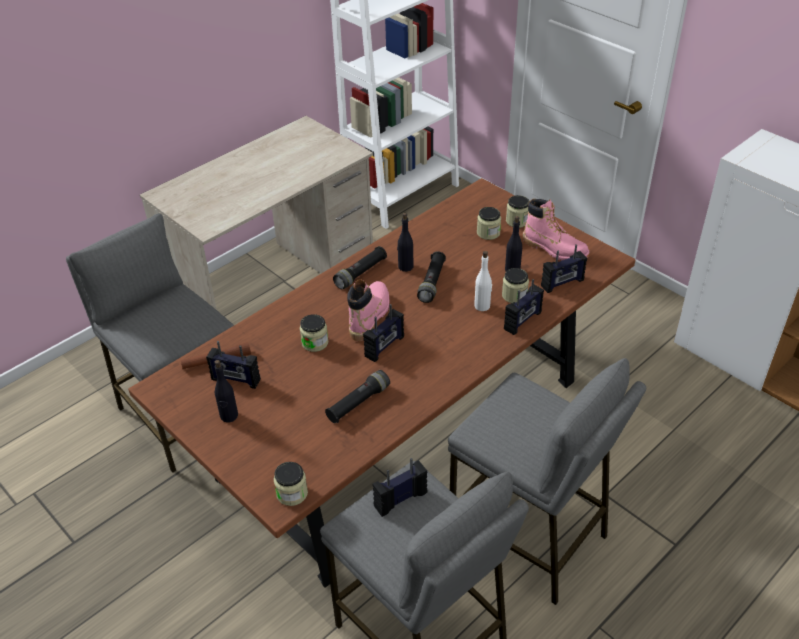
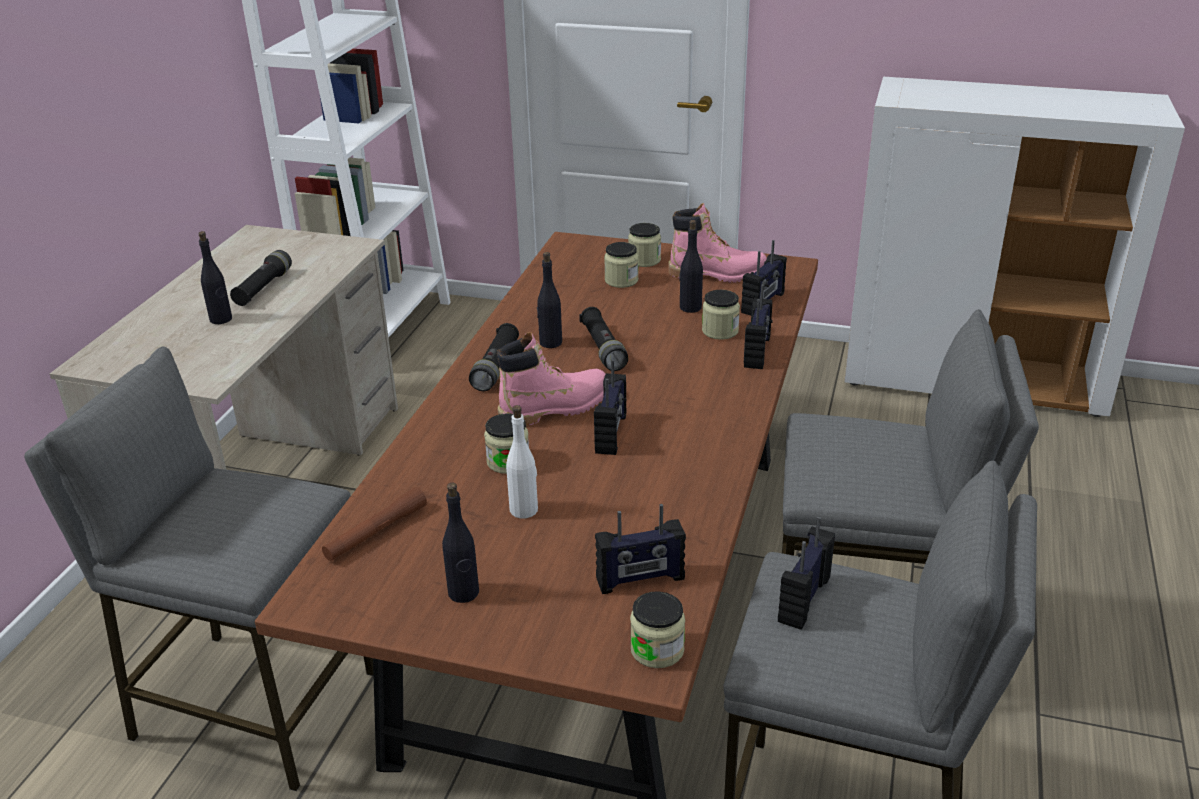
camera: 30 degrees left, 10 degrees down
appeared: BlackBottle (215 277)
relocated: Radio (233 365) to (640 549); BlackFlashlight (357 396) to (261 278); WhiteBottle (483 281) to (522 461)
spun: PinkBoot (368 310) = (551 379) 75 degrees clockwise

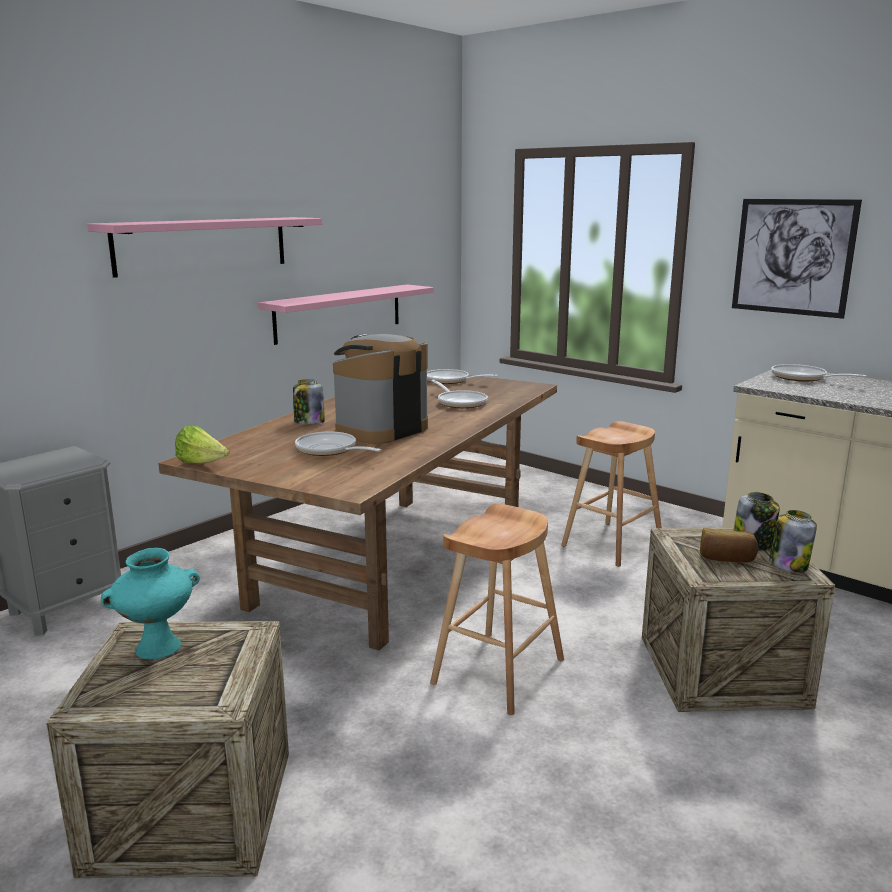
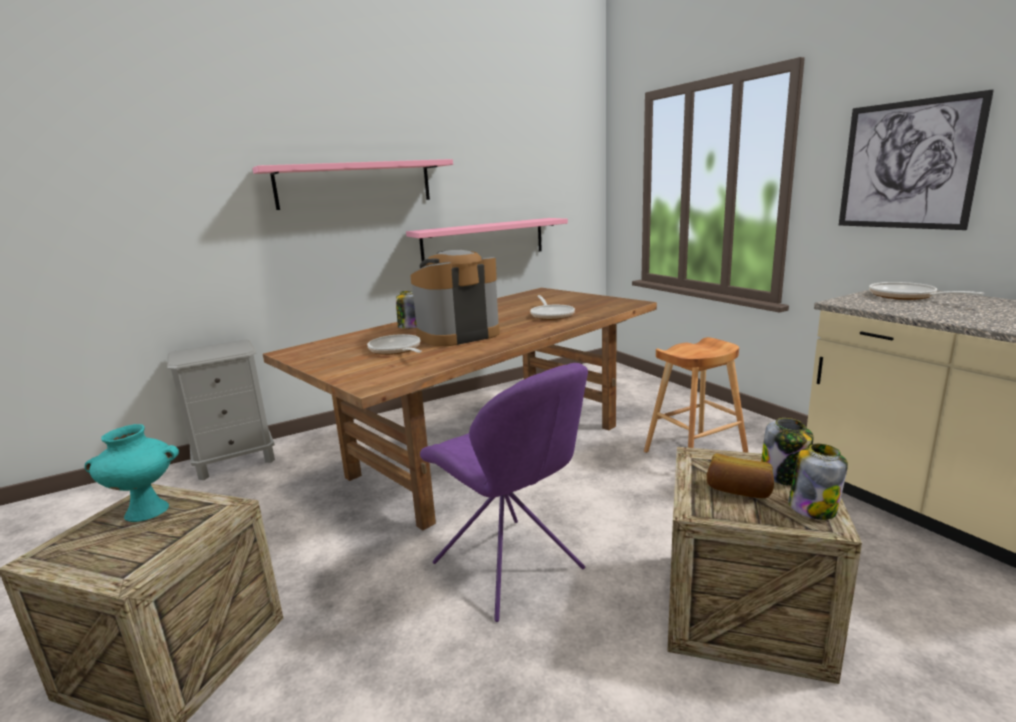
camera: 20 degrees right, 0 degrees up
missing: Lettuce (202 445); FryingPan (463 376)
exchanged: BrownStool (497 609) to PurpleChair (504 492)

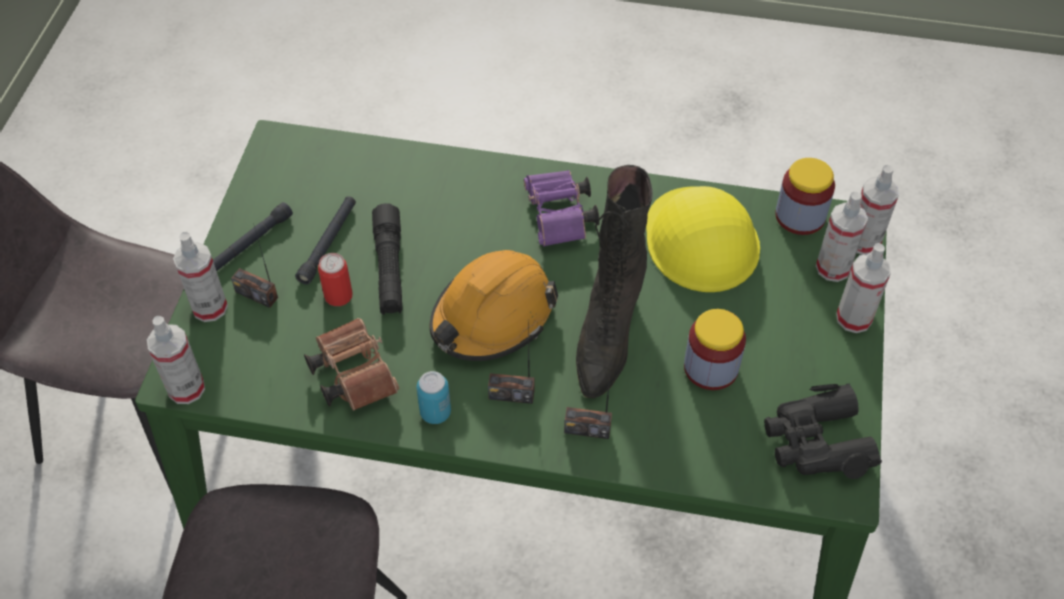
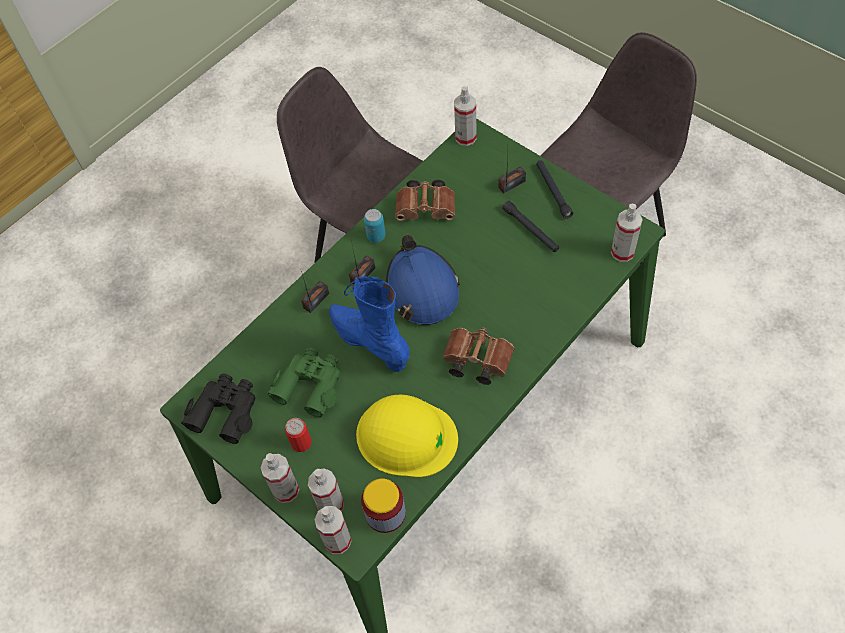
camera: 125 degrees right, 5 degrees up
missing: BlackFlashlight (387 259)
relocated: SprayBottle (200 277) to (627 233); Can (335 279) to (298 435)
exchanged: Jar (715 349) to GreenBinoculars (303 382)
colour: OrangeHardHat (493 305) to BlueHardHat (423 280); PurpleBinoculars (562 208) to BrownBinoculars (479 356); BlackBoot (614 281) to BlueBoot (369 324)

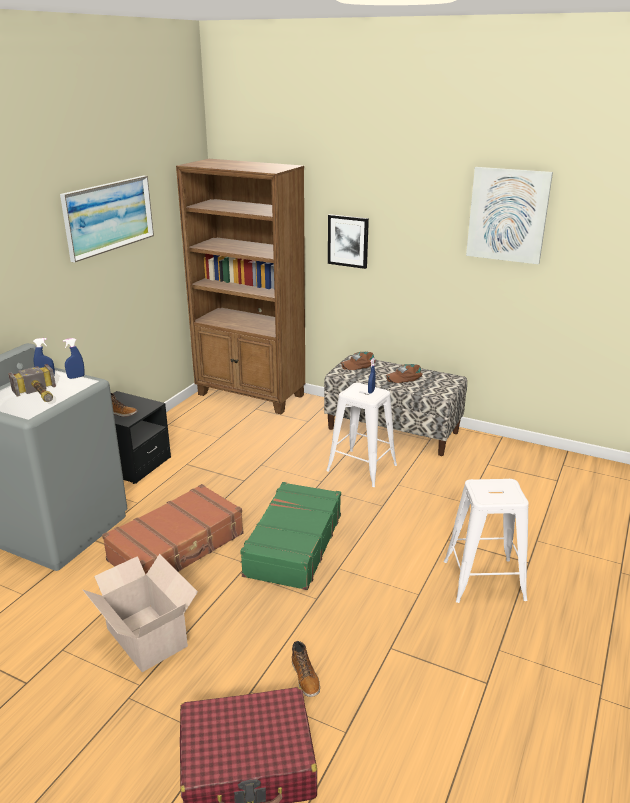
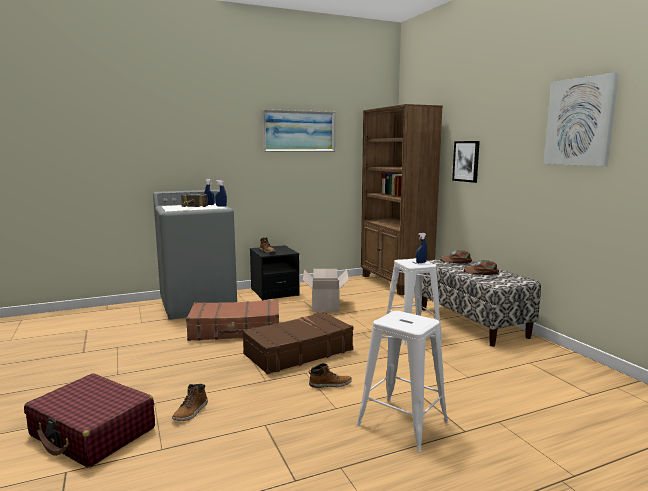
camera: 40 degrees right, 15 degrees down
appeared: Boot (330 375)
relocated: CardboardBox (140 613) to (326 290)
colour: GreenSuitcase (290 536) to BrownSuitcase (298 343)

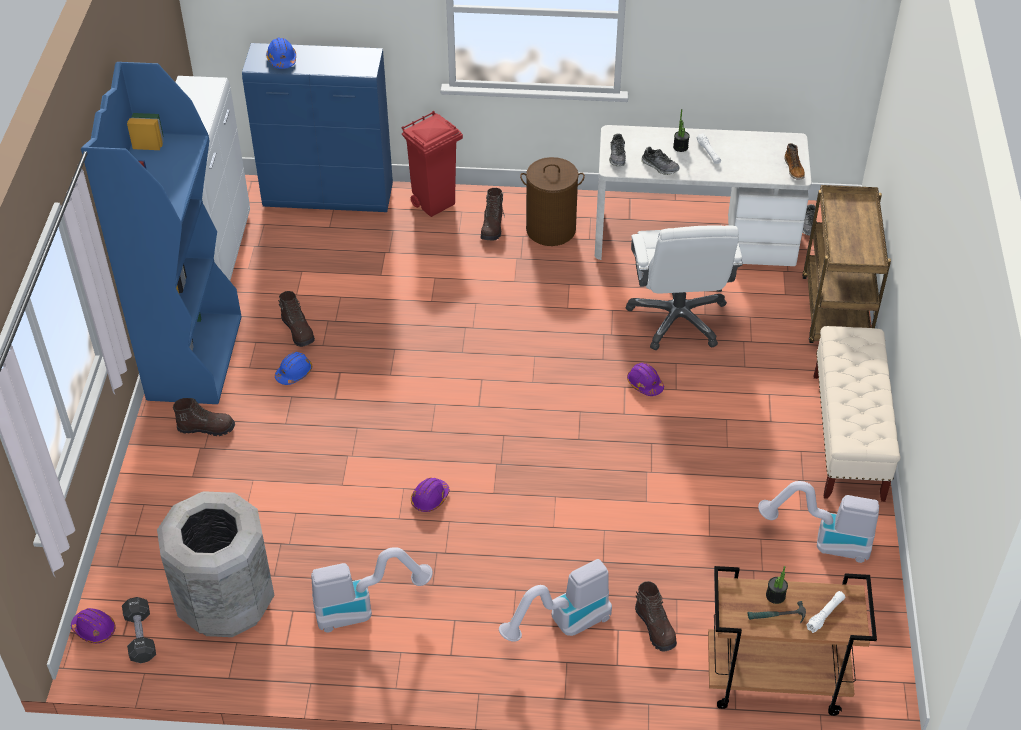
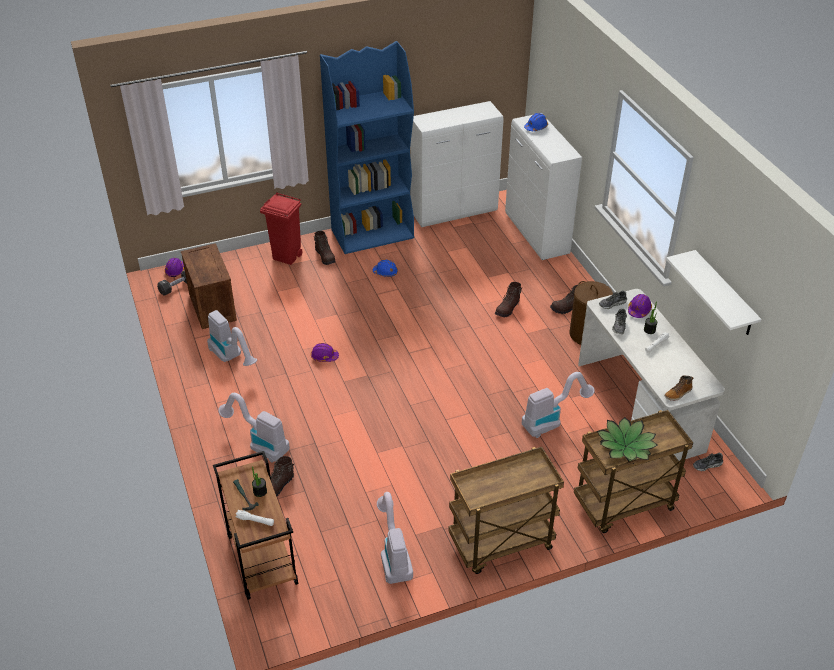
camera: 65 degrees right, 5 degrees down
appeared: PottedPlant (627 440); WhiteShelf (713 292)
relocated: BrownBoot (296 319) to (508 299); RedTrashCan (432 164) to (281 228); PurpleHardHat (645 379) to (640 306)
exchanged: GreyTrashCan (216 564) to Crate (209 286); WhiteOfficeChair (684 287) to VacuumCleaner (558 405); BeigeBench (857 414) to BrownCart (506 510)
colour: BlueCabinet (317 127) to WhiteCabinet (543 186)

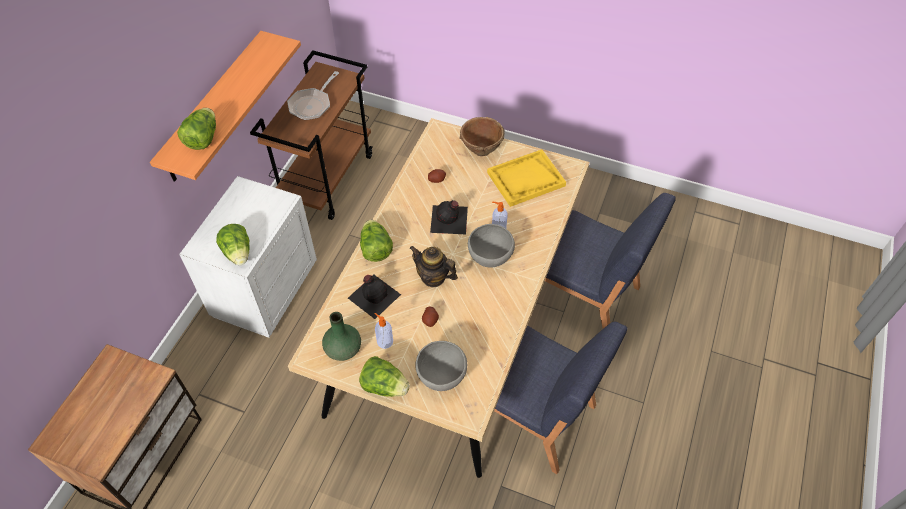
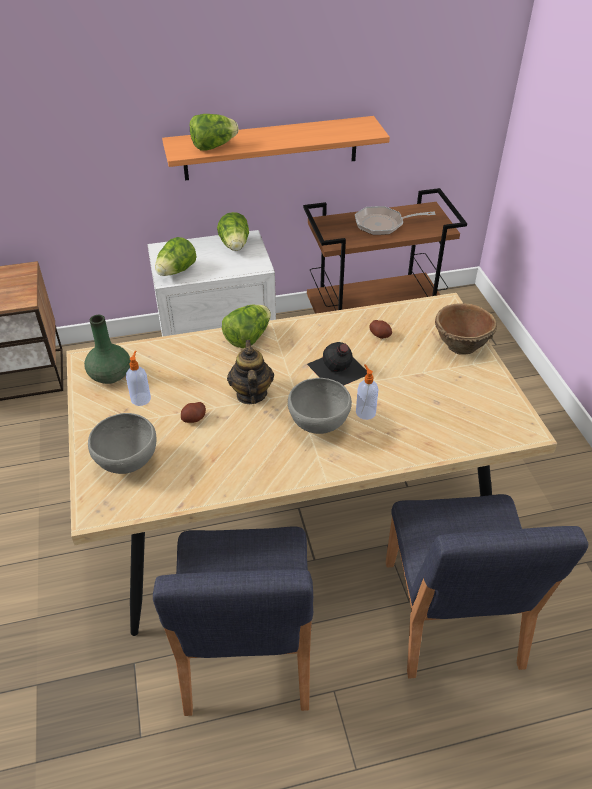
camera: 55 degrees right, 10 degrees down
missing: BlackBottle (374 297); YellowTray (526 178)
relocated: Lettuce (384 376) to (233 231)

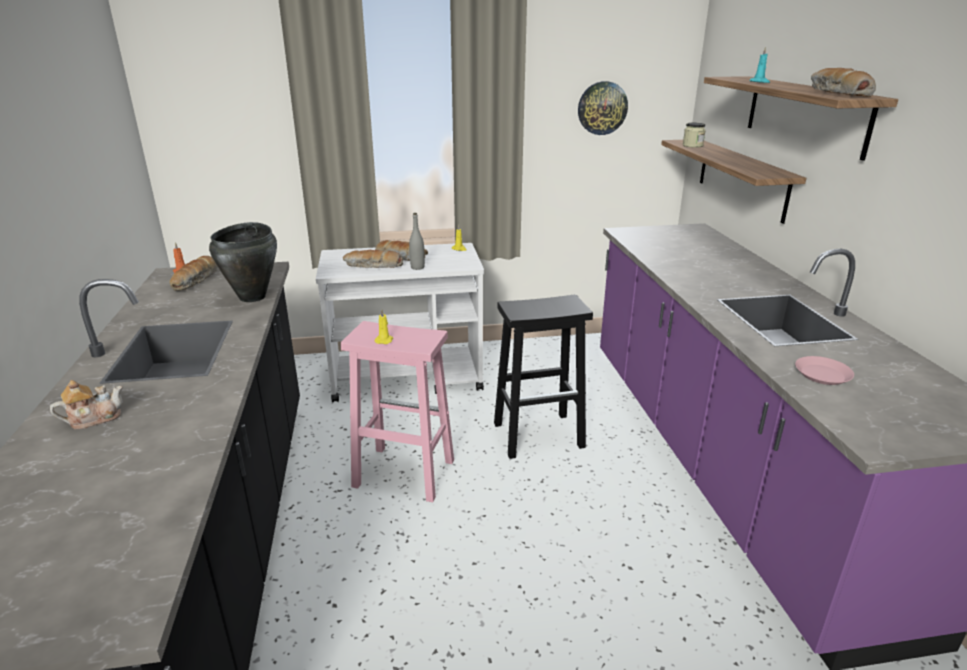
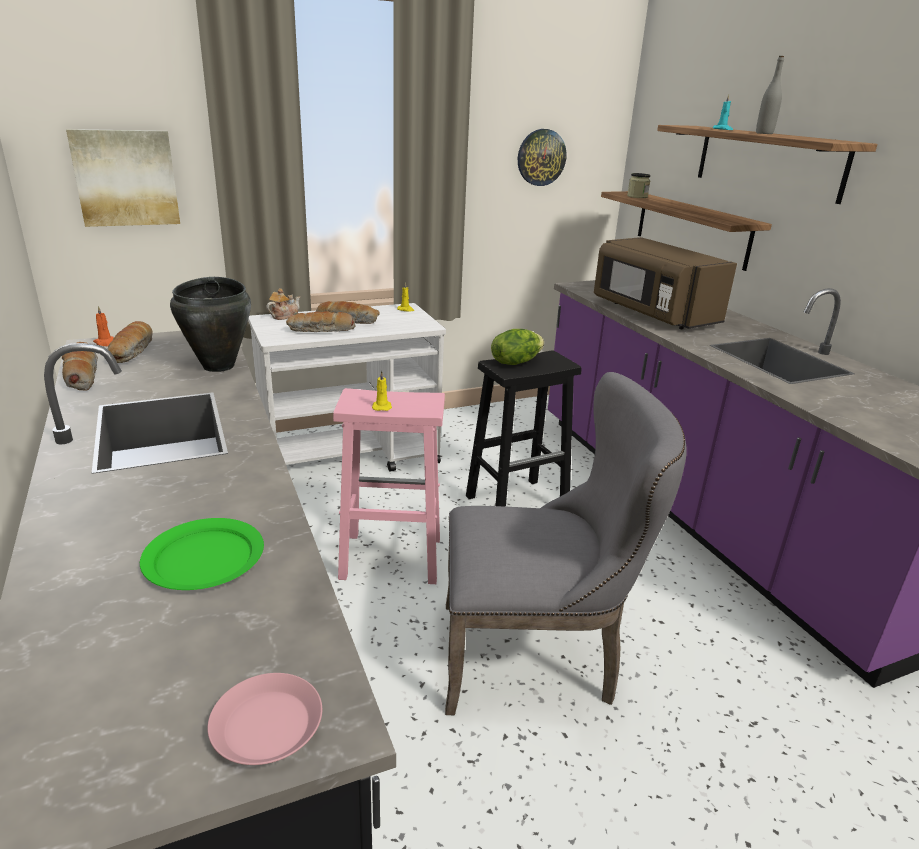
camera: 15 degrees left, 0 degrees up
appeared: Picture (123 178); GreenPlate (202 554); GreyChair (566 543); Lettuce (517 347); BrownMicrowave (665 283)
relocated: Teapot (86 405) to (283 304); GreyBottle (417 241) to (770 95); PinkPlate (824 370) to (264 719); Bread (843 82) to (80 366)

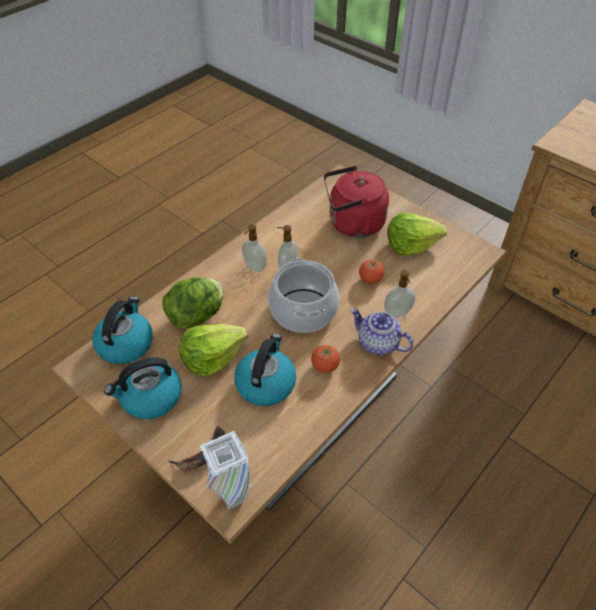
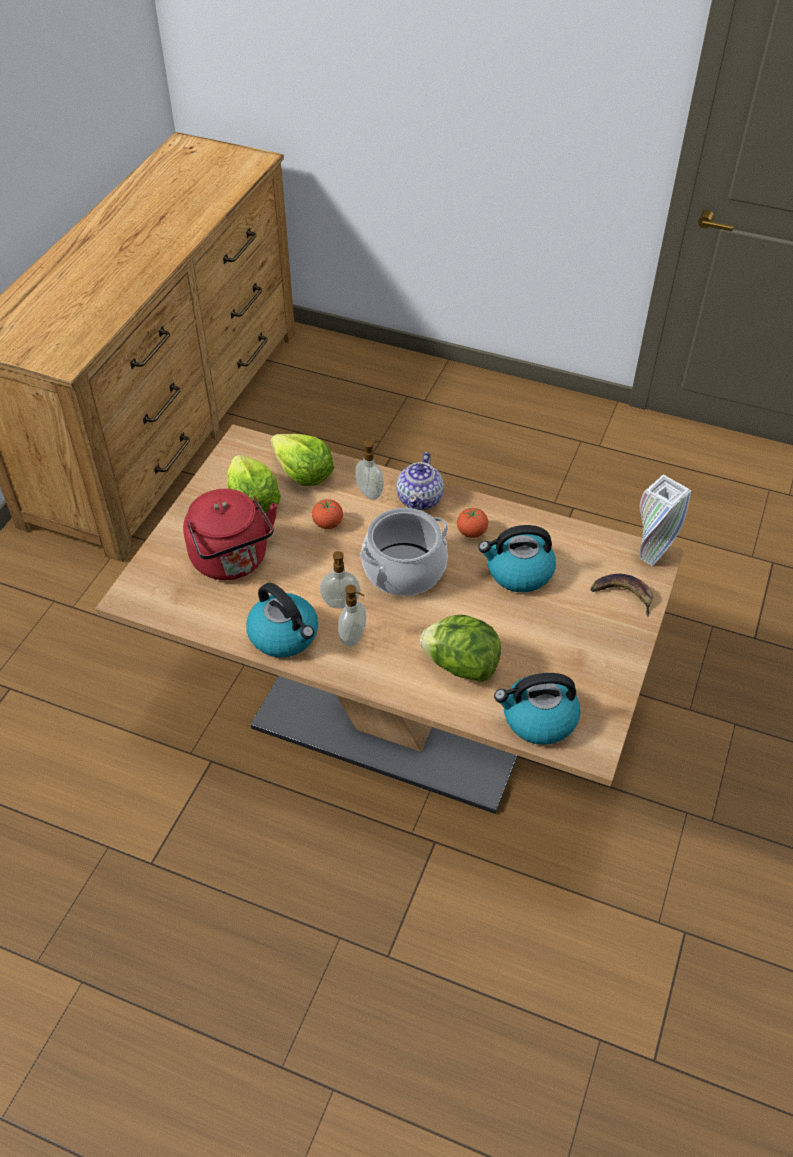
camera: 110 degrees left, 0 degrees up
relocated: Kettle (143 388) to (282 620); Lettuce (213 350) to (302 460)

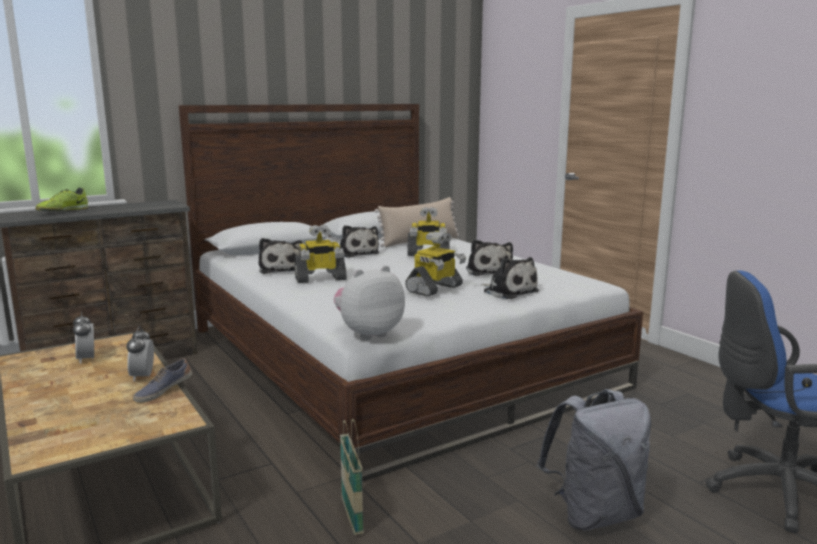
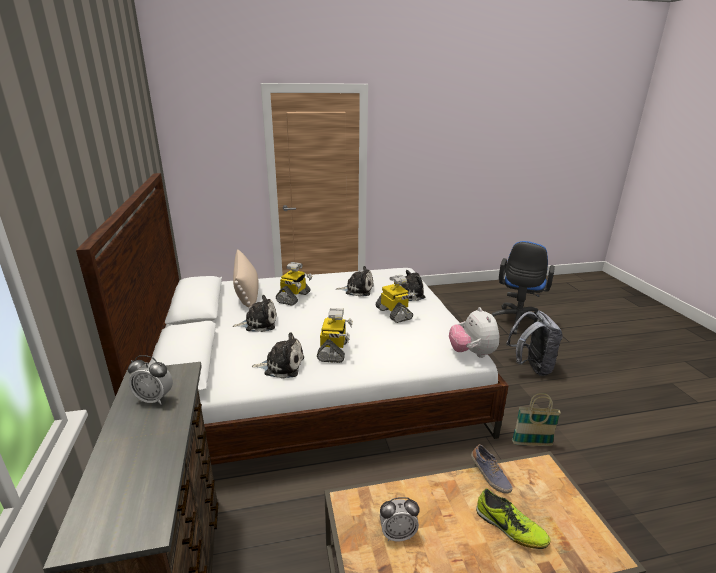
camera: 70 degrees left, 10 degrees up
relocated: Shoe (62 199) to (513 518); AlarmClock (140 354) to (150 379)

